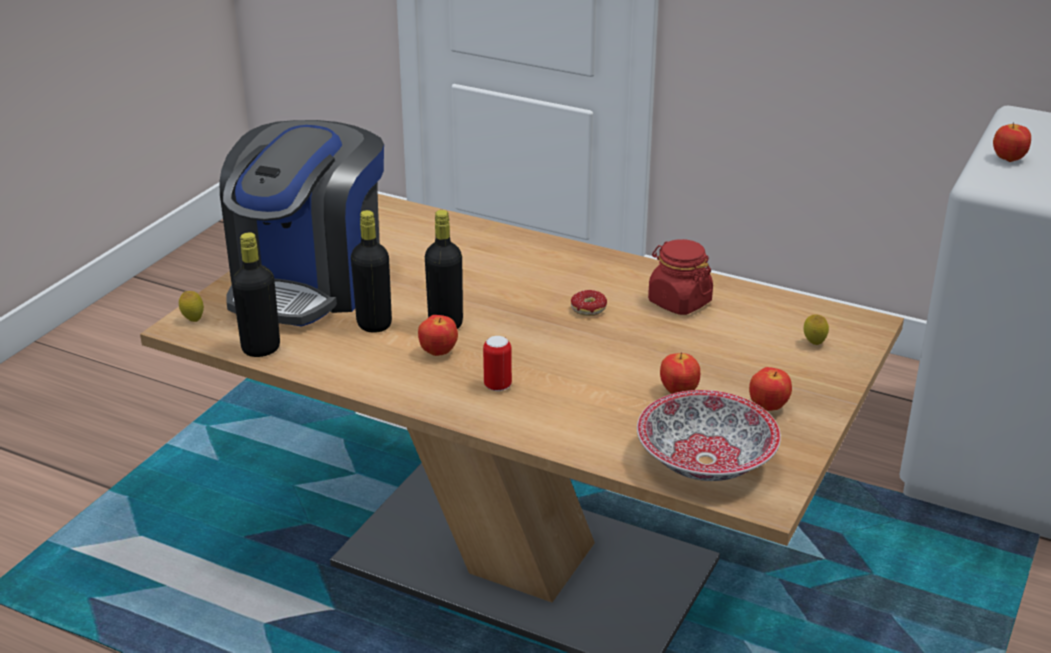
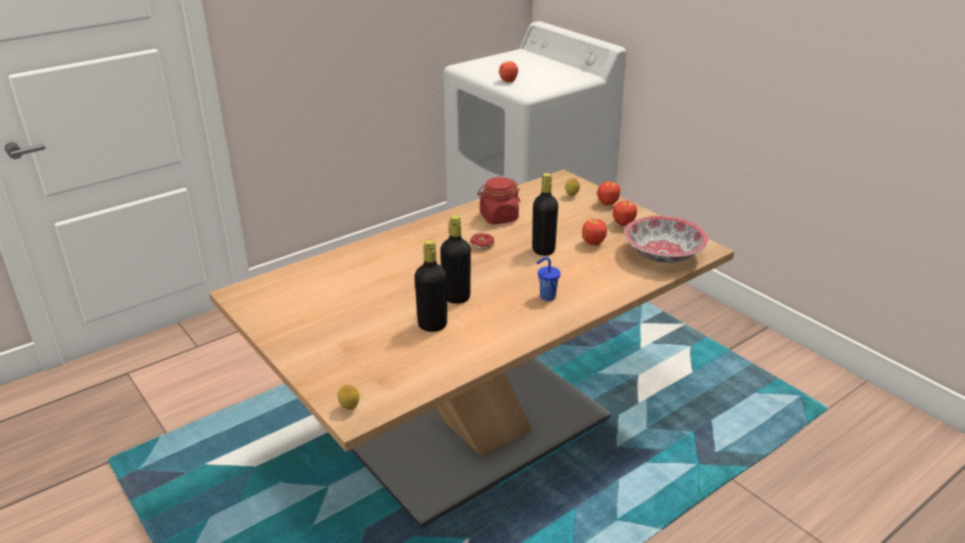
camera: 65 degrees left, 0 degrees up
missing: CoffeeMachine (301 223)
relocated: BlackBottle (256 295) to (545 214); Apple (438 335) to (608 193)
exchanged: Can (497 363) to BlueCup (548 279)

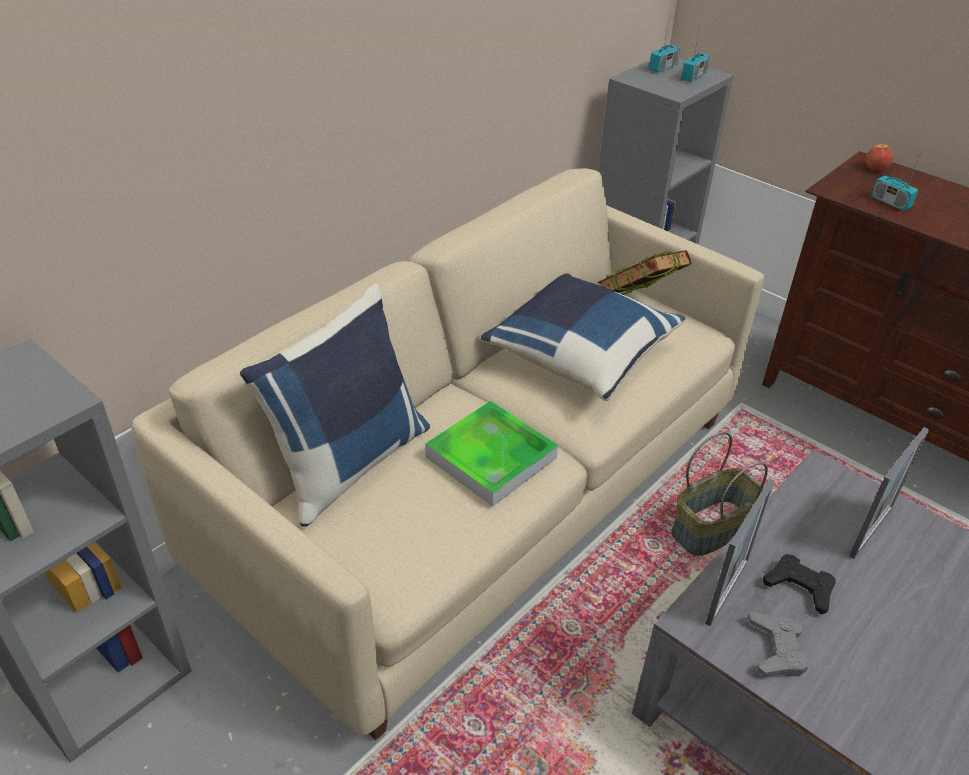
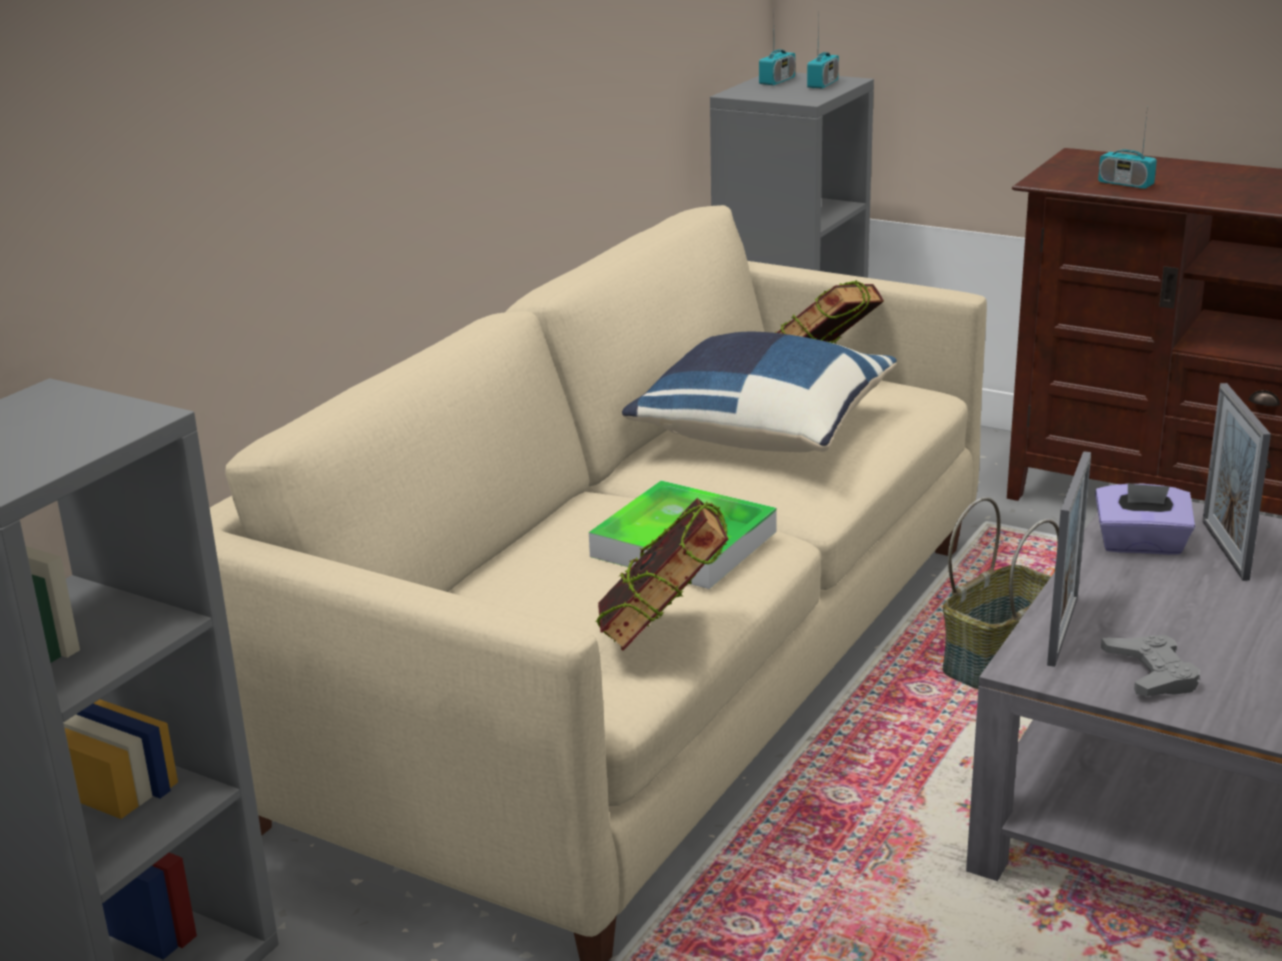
camera: 10 degrees left, 15 degrees down
missing: BluePillow (335 405); BlackGameController (799 584); Apple (879 157)
appeared: Book (661 574); PurpleTissueBox (1145 519)
spun: PictureFrame (889 493) = (1236 482) 150 degrees clockwise

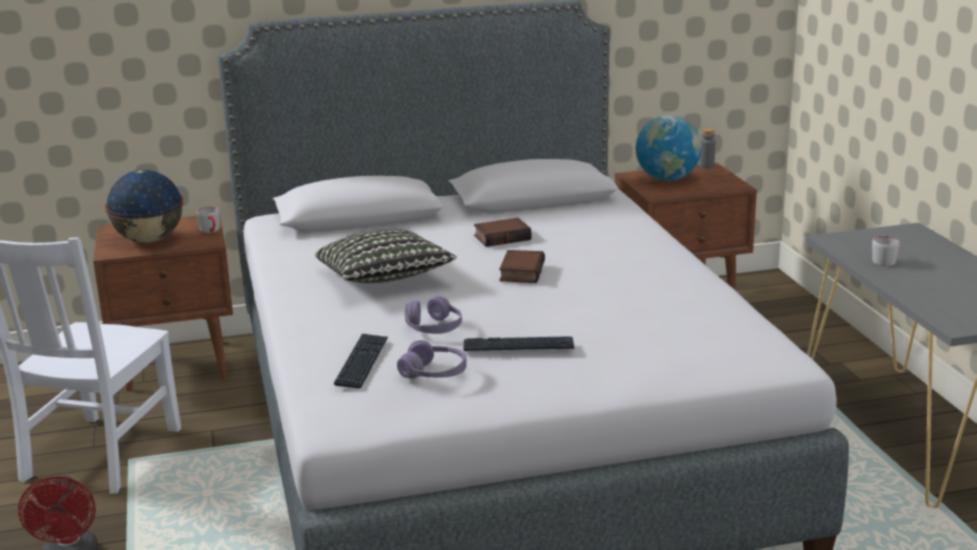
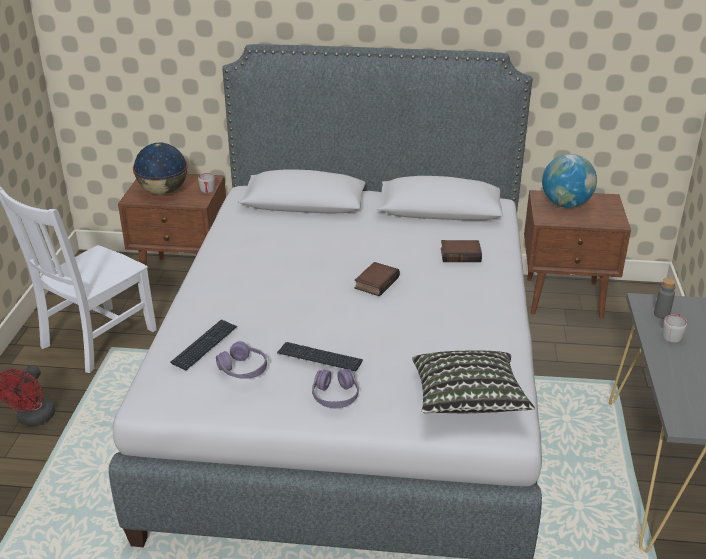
camera: 20 degrees right, 10 degrees up
relocated: Pillow (386 256) to (473 381); PurpleHeadphones (433 315) to (335 388); Book (503 232) to (461 251); GreyBottle (707 148) to (665 298)

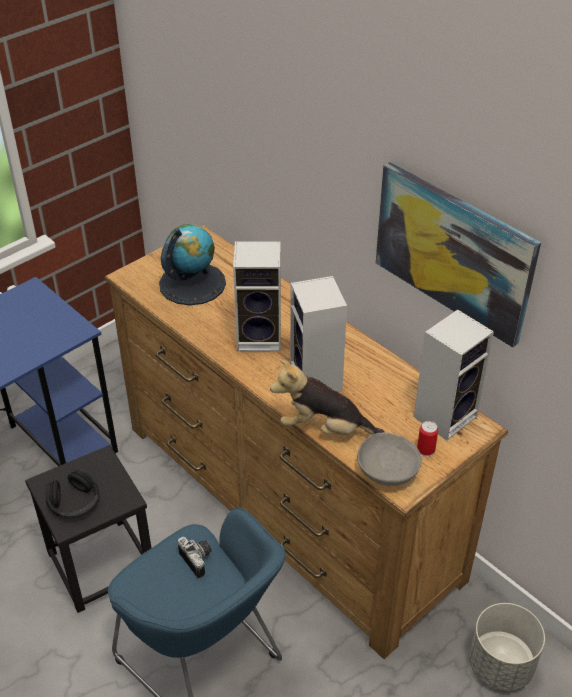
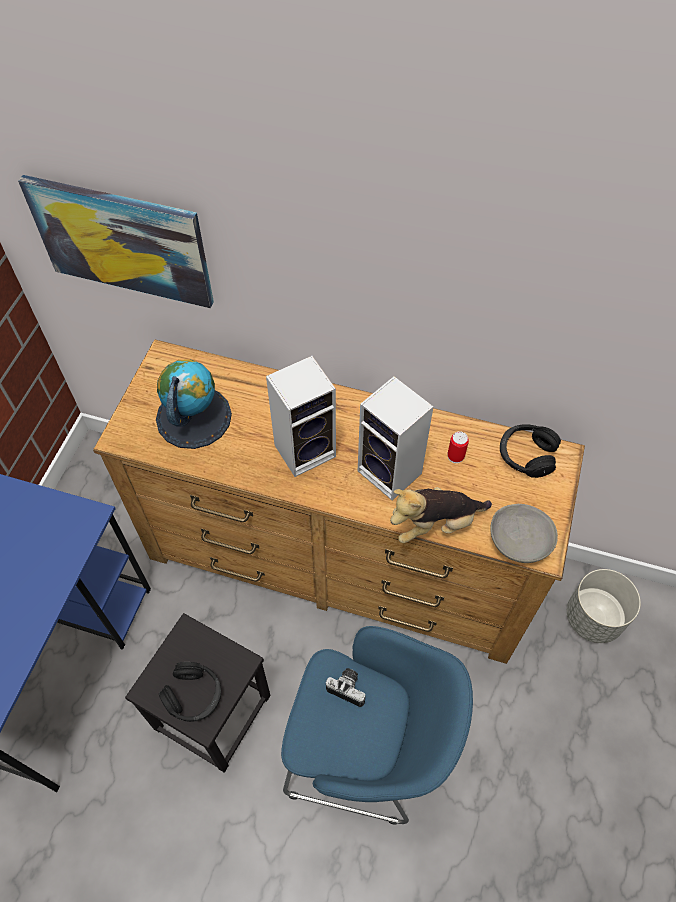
camera: 30 degrees left, 15 degrees up
relocated: Picture (458 255) to (116 241); Can (427 439) to (458 447)
exchanged: Speaker (454 375) to BlackHeadphones (530 451)

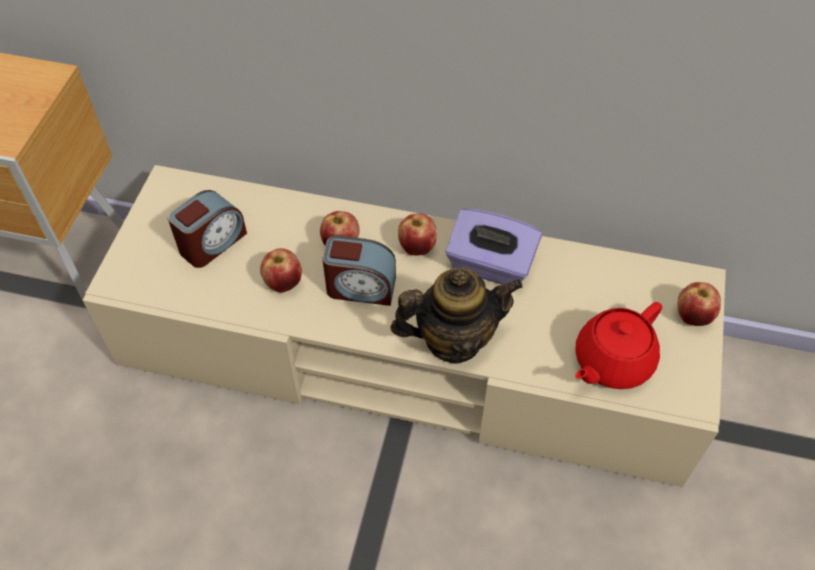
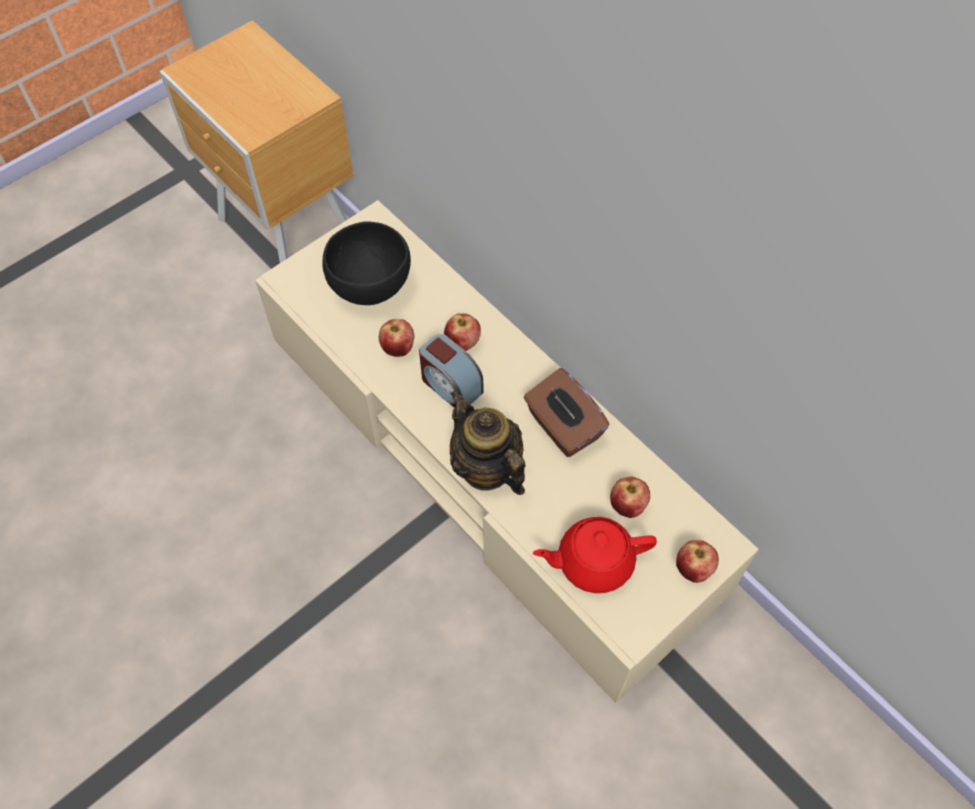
camera: 35 degrees right, 5 degrees up
relocated: Apple (417 234) to (630 497)
exchanged: AlarmClock (207 229) to BlackBowl (366 263)
colour: PurpleTissueBox (493 247) to BrownTissueBox (567 412)
spun: Teapot (457 316) = (488 442) 150 degrees counterclockwise

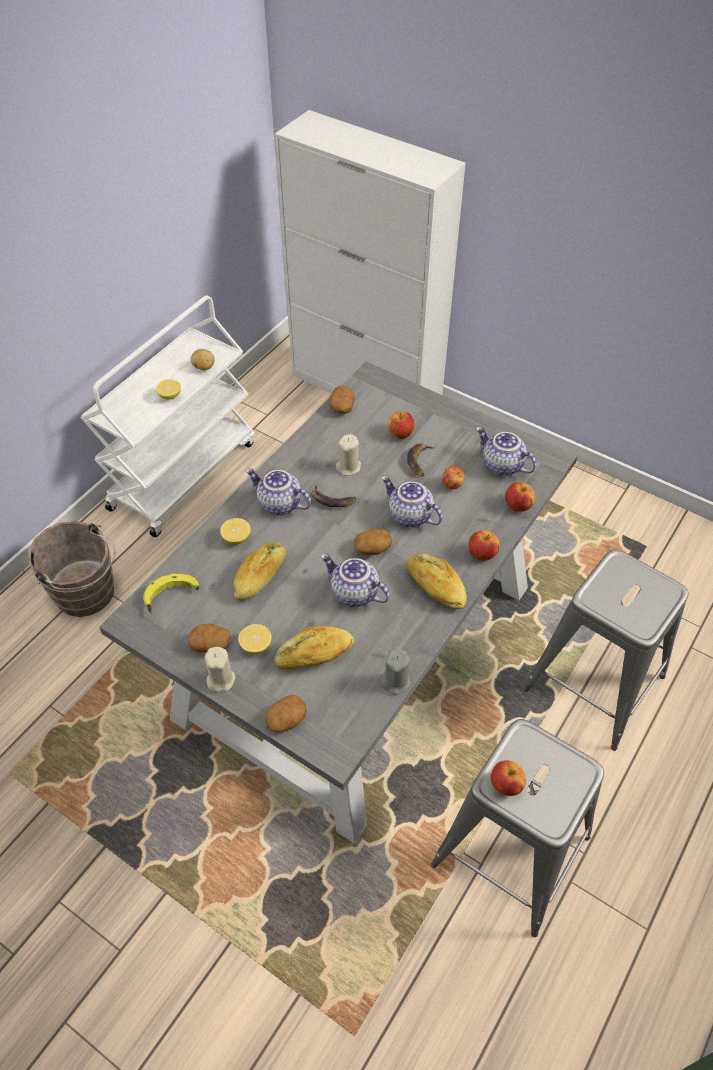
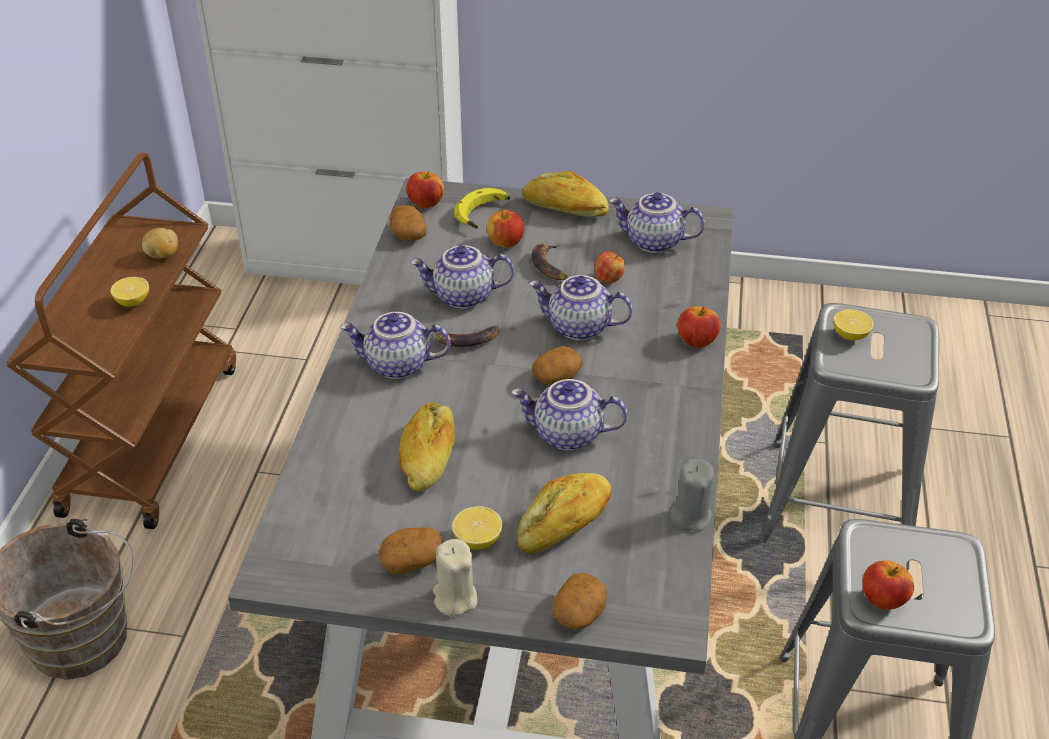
camera: 25 degrees left, 10 degrees down
relocated: Banana (171 594) to (482 208); Lemon (235 531) to (853 325); Bread (436 581) to (565 194); Apple (520 497) to (425 189)
exchanged: BeigeCandle (348 455) to Teapot (462 277)
colour: WhiteCart (168 416) to BrownCart (121 340)

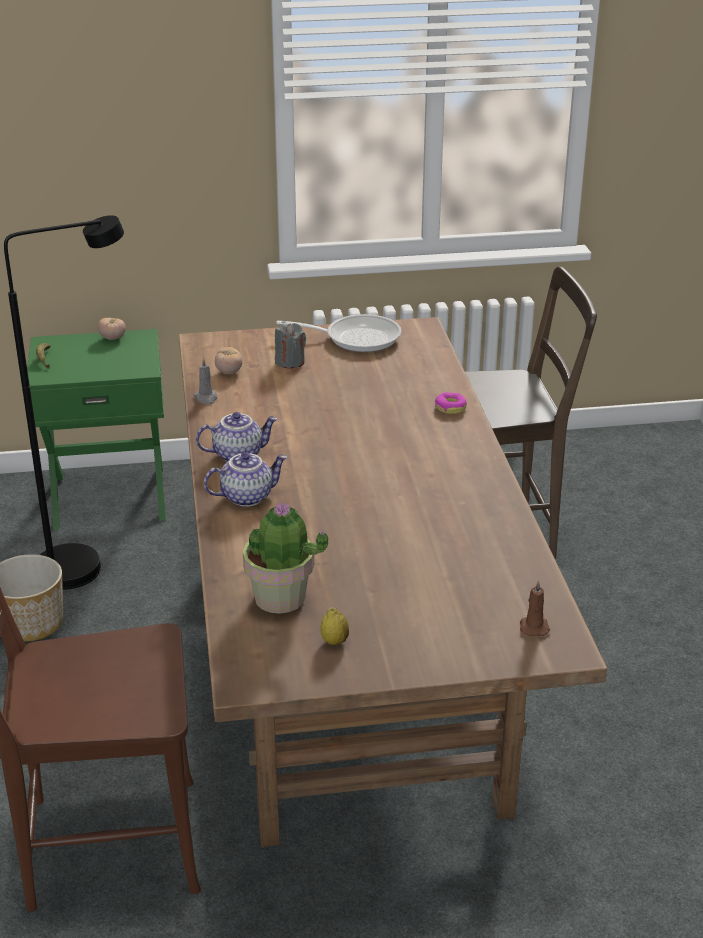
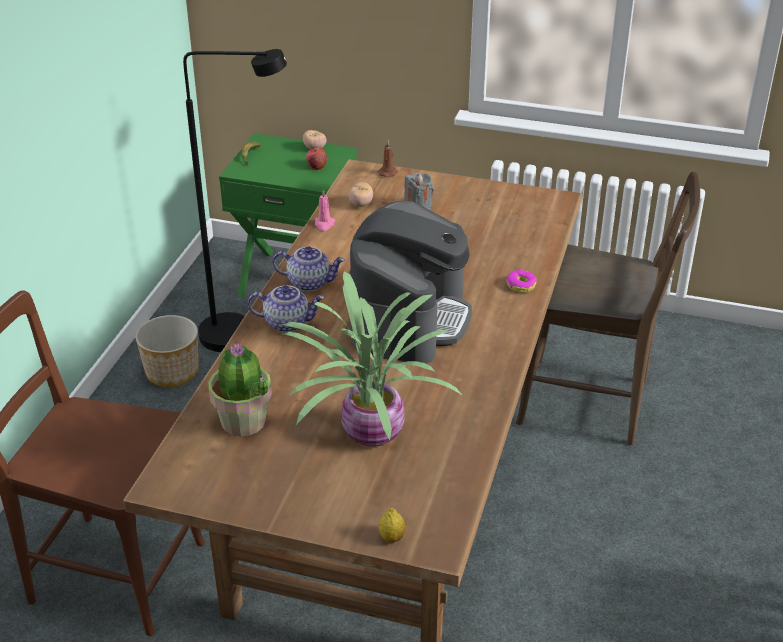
camera: 25 degrees right, 5 degrees up
missing: FryingPan (338 333)
appeared: PottedPlant (371 359); Apple (316 159); CoffeeMachine (410 282)
relocated: Lemon (335 626) to (392 525); BrownCandle (535 608) to (388 159)
colour: GreyCandle (205 381) to PinkCandle (325 210)

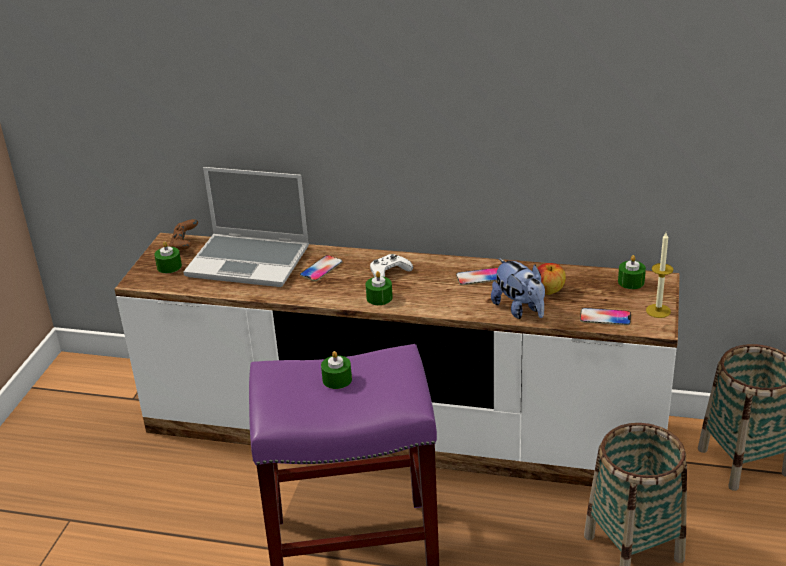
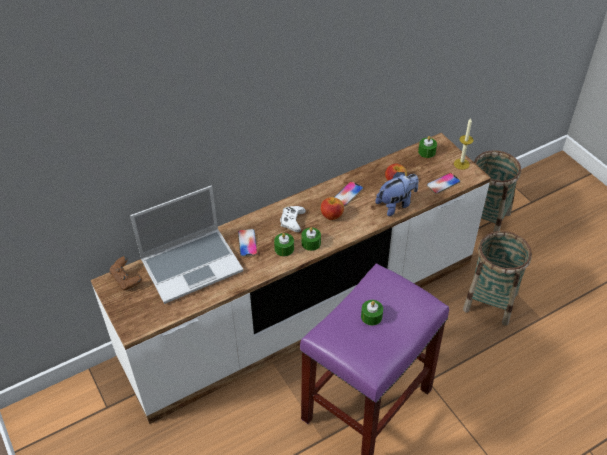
camera: 45 degrees left, 15 degrees up
appeared: Apple (332 208)
relocated: GreenCandle (168 257) to (284 244)
spun: PlushToy (518 288) = (397 194) 45 degrees counterclockwise

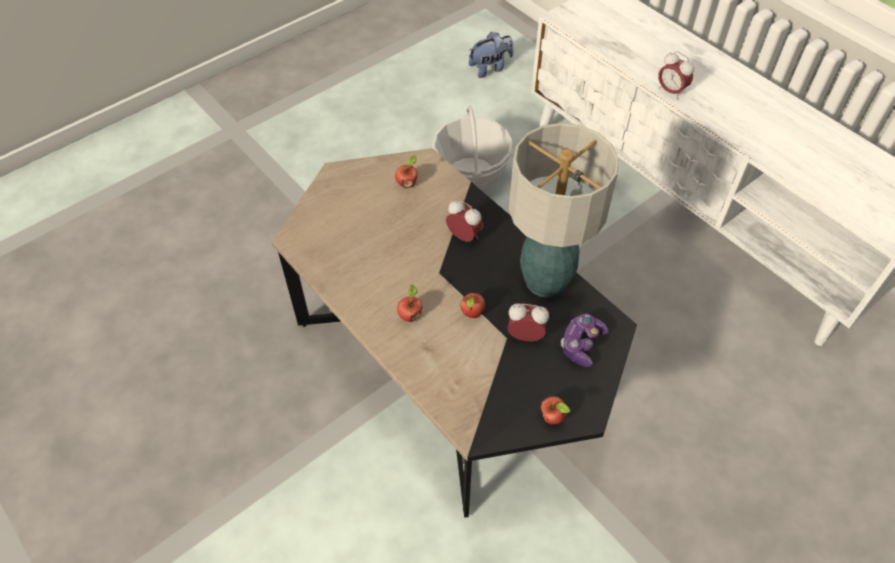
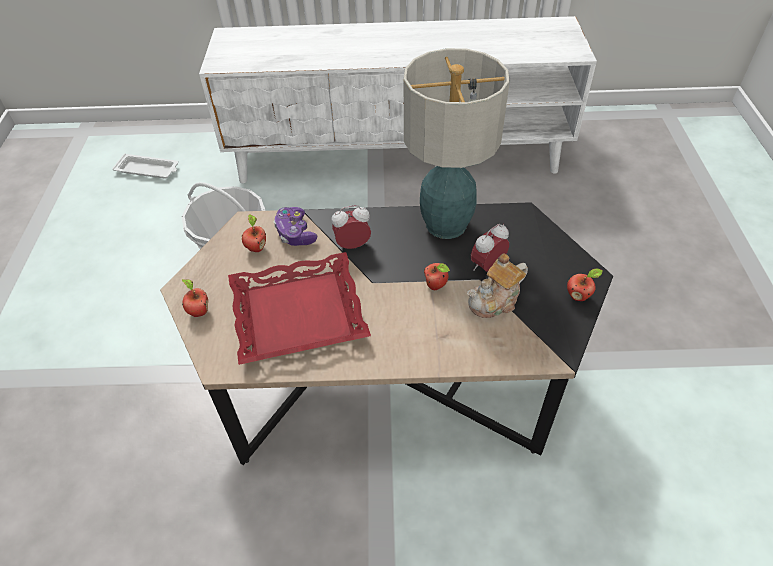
camera: 50 degrees left, 5 degrees down
missing: AlarmClock (676 75)
appeared: RedTray (299 308); Teapot (497 285)
relocated: Apple (409 303) to (195 298); GameController (584 340) to (295 226)
exchanged: PlushToy (491 55) to WhiteTray (145 166)

